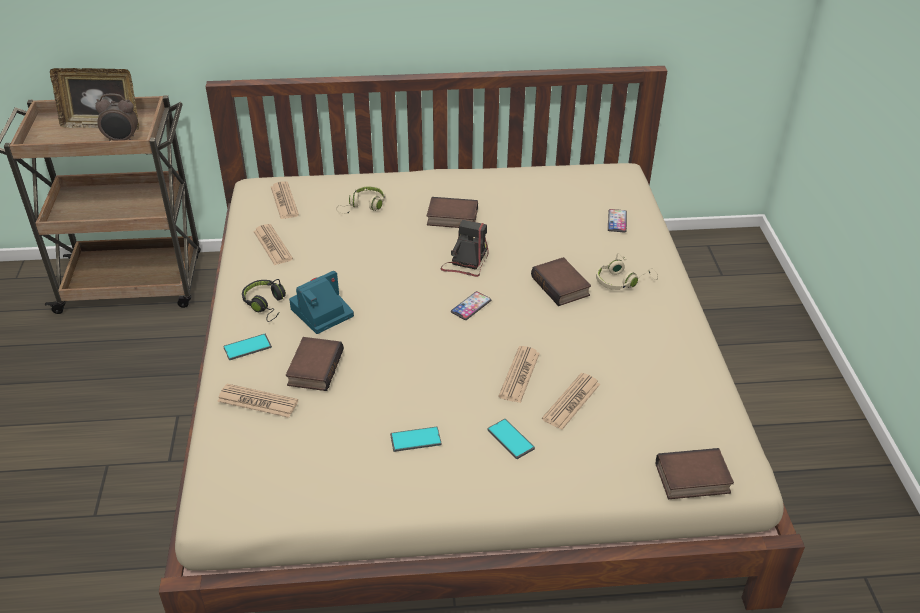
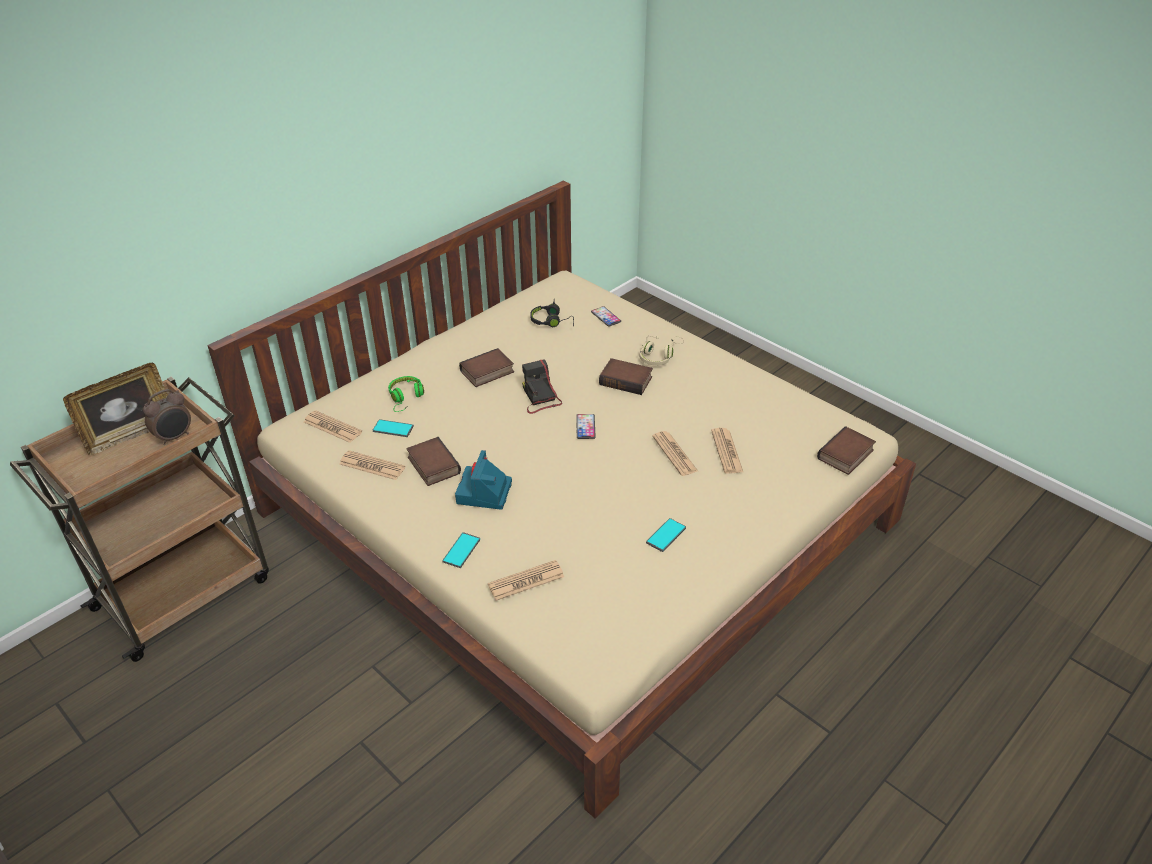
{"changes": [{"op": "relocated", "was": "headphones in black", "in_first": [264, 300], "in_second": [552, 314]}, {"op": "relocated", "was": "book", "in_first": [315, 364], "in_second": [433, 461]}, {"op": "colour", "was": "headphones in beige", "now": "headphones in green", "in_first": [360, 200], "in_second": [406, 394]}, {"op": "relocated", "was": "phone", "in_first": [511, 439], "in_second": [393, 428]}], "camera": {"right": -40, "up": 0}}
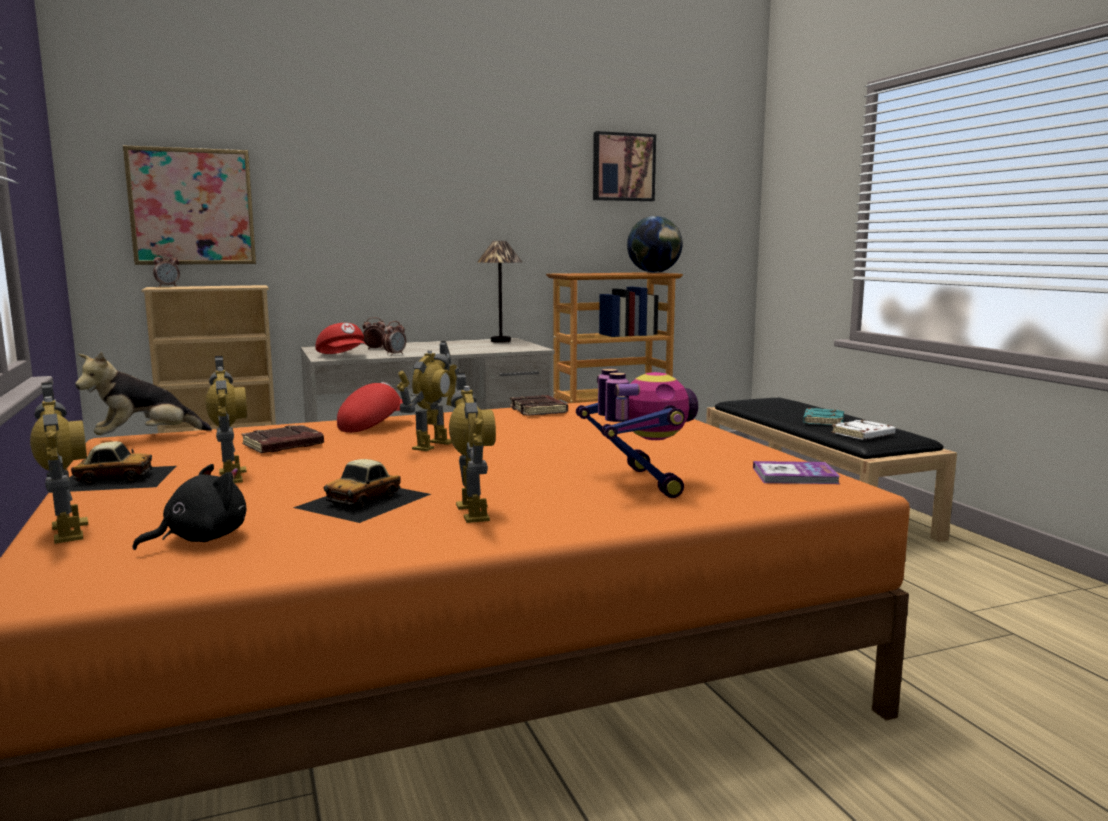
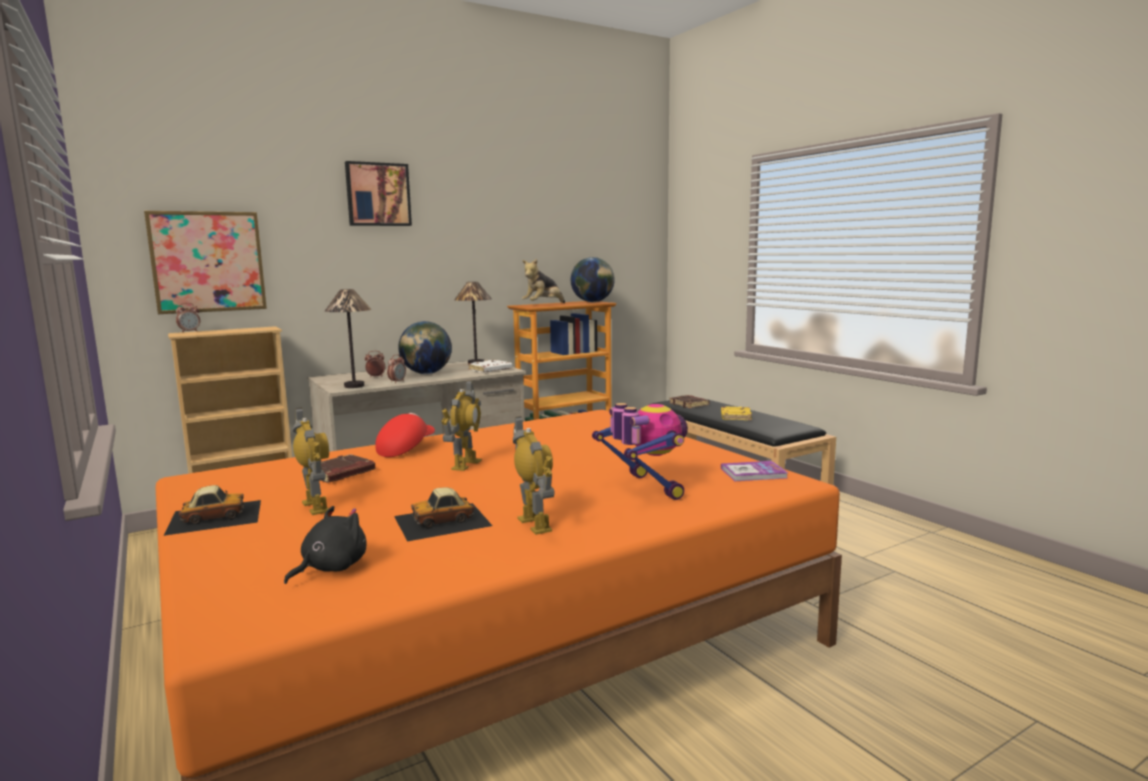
{"changes": [{"op": "missing", "was": "toy robot", "in_first": [59, 463]}, {"op": "relocated", "was": "plush toy", "in_first": [143, 393], "in_second": [543, 281]}, {"op": "spun", "was": "toy car", "in_first": [362, 491], "in_second": [443, 514], "clockwise": 45}, {"op": "exchanged", "was": "cap in red", "now": "table lamp", "in_first": [341, 338], "in_second": [348, 338]}, {"op": "relocated", "was": "book in brown", "in_first": [539, 405], "in_second": [689, 401]}, {"op": "relocated", "was": "picture", "in_first": [624, 166], "in_second": [378, 193]}, {"op": "colour", "was": "book in turquoise", "now": "book in yellow", "in_first": [823, 416], "in_second": [736, 413]}, {"op": "relocated", "was": "book in white", "in_first": [863, 430], "in_second": [490, 366]}, {"op": "appeared", "now": "globe", "in_second": [425, 347]}], "camera": {"right": -10, "up": 0}}
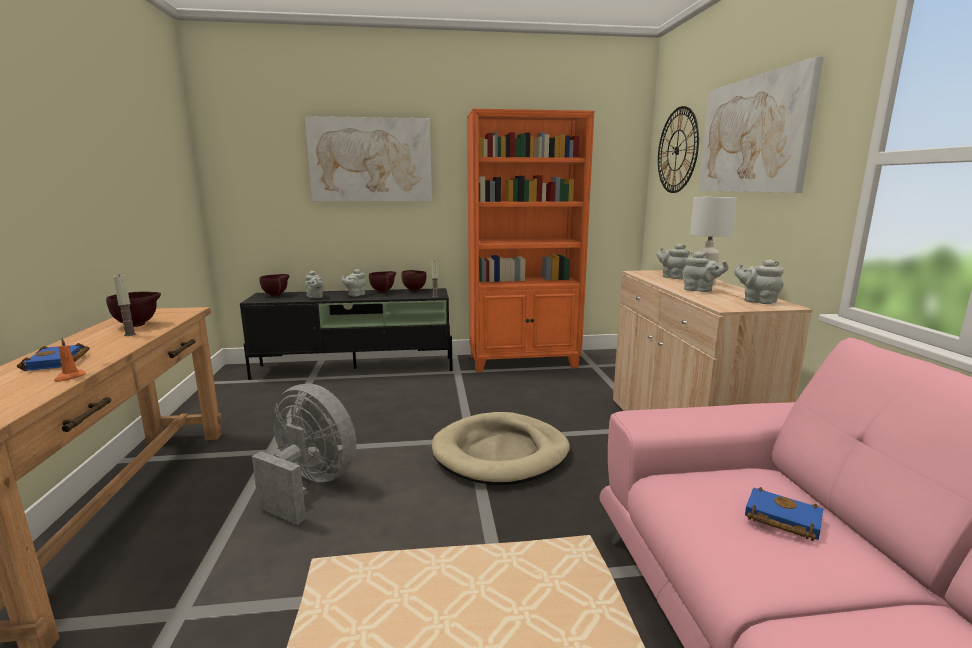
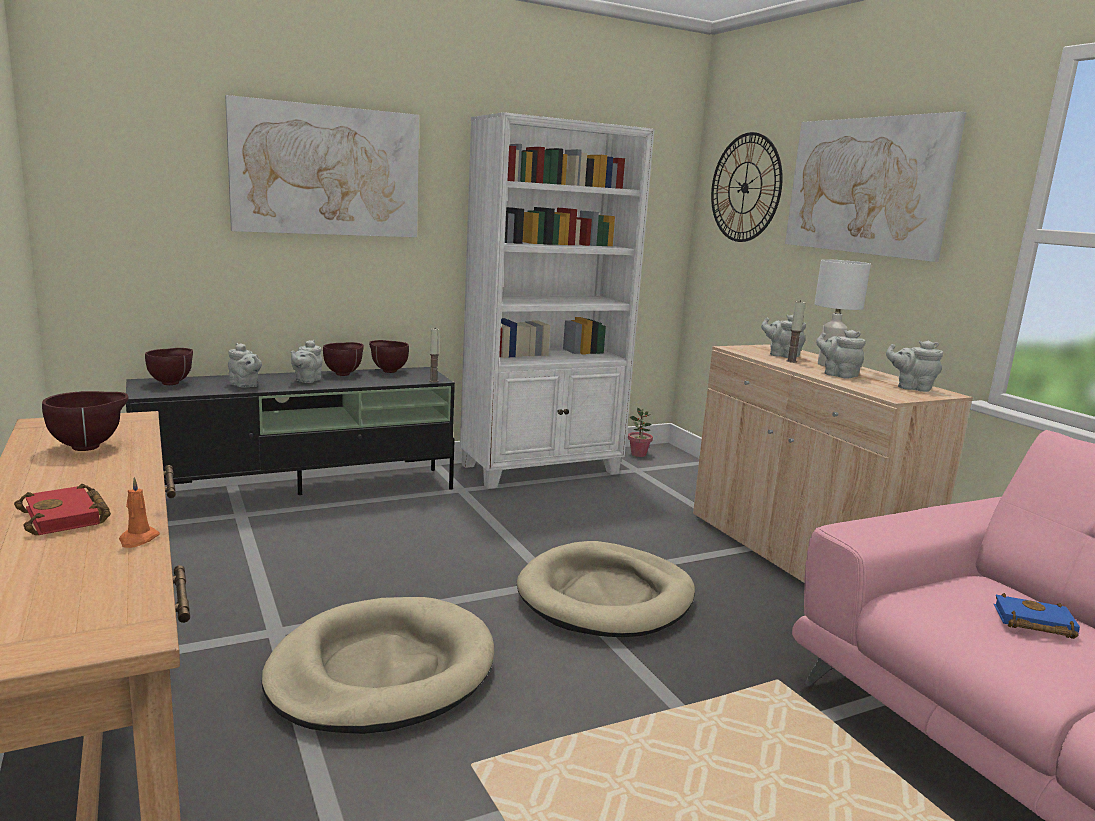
{"changes": [{"op": "colour", "was": "book in blue", "now": "book in red", "in_first": [53, 357], "in_second": [62, 509]}, {"op": "relocated", "was": "candle", "in_first": [124, 305], "in_second": [795, 331]}, {"op": "exchanged", "was": "fan in grey", "now": "dog bed in beige", "in_first": [304, 454], "in_second": [378, 665]}, {"op": "colour", "was": "bookcase in orange", "now": "bookcase in white", "in_first": [530, 240], "in_second": [557, 300]}, {"op": "spun", "was": "teapot in grey", "in_first": [705, 271], "in_second": [840, 354], "clockwise": -150}, {"op": "appeared", "now": "potted plant", "in_second": [640, 432]}], "camera": {"right": -20, "up": 0}}
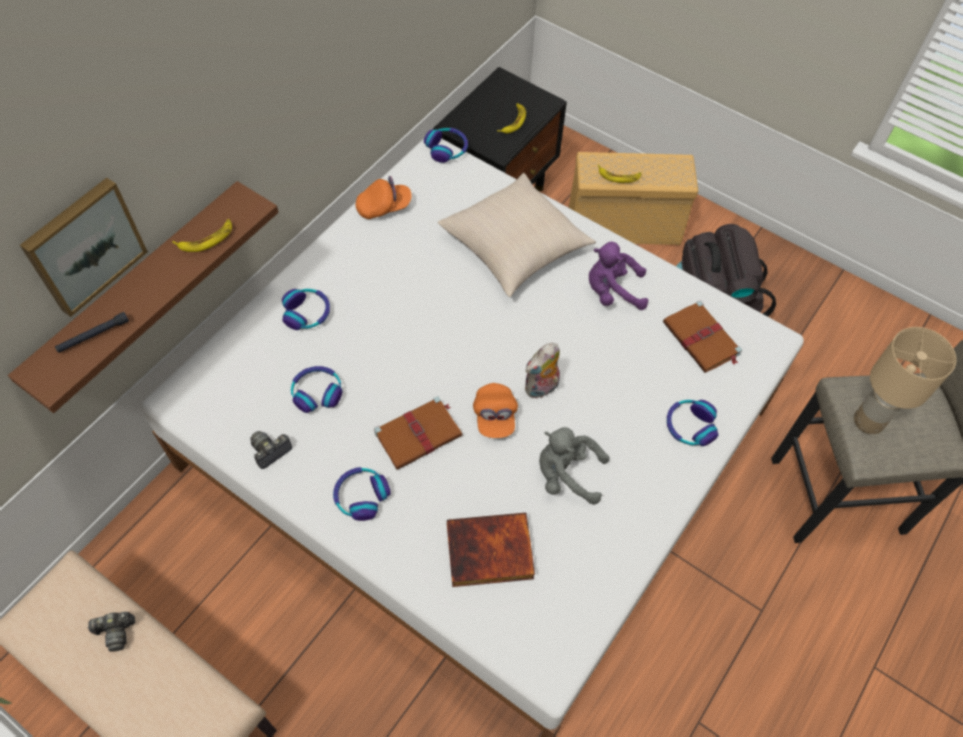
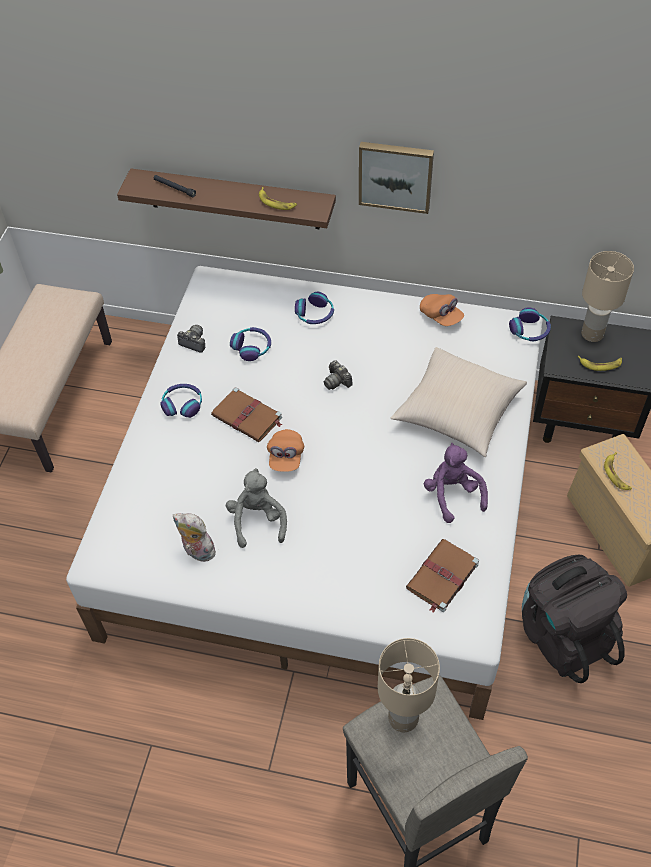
{"changes": [{"op": "relocated", "was": "picture", "in_first": [84, 247], "in_second": [396, 178]}, {"op": "relocated", "was": "photo camera", "in_first": [111, 632], "in_second": [338, 375]}, {"op": "missing", "was": "book", "in_first": [491, 550]}, {"op": "spun", "was": "cap in orange", "in_first": [495, 410], "in_second": [285, 450], "clockwise": -60}, {"op": "relocated", "was": "plush toy", "in_first": [542, 370], "in_second": [194, 537]}, {"op": "missing", "was": "headphones", "in_first": [692, 423]}, {"op": "appeared", "now": "table lamp in beige", "in_second": [607, 296]}], "camera": {"right": 70, "up": -5}}
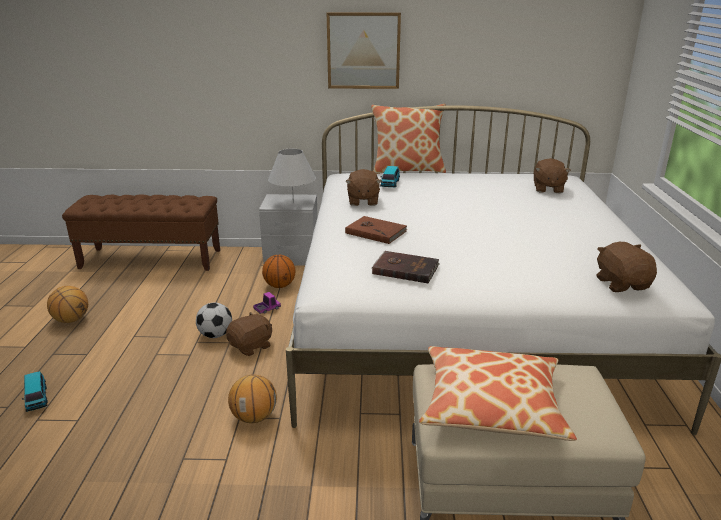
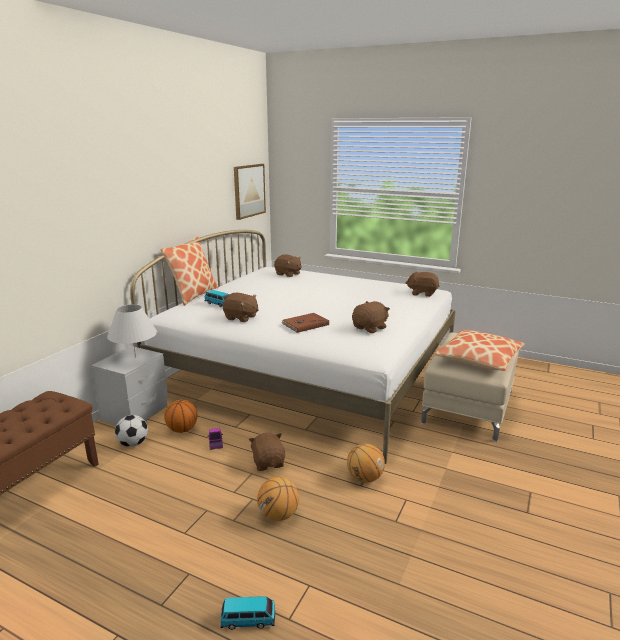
{"changes": [{"op": "relocated", "was": "basketball", "in_first": [67, 304], "in_second": [278, 499]}, {"op": "relocated", "was": "football", "in_first": [214, 320], "in_second": [131, 431]}, {"op": "relocated", "was": "picture", "in_first": [364, 50], "in_second": [250, 192]}, {"op": "exchanged", "was": "book in brown", "now": "plush toy in brown", "in_first": [406, 267], "in_second": [371, 317]}], "camera": {"right": -65, "up": -5}}
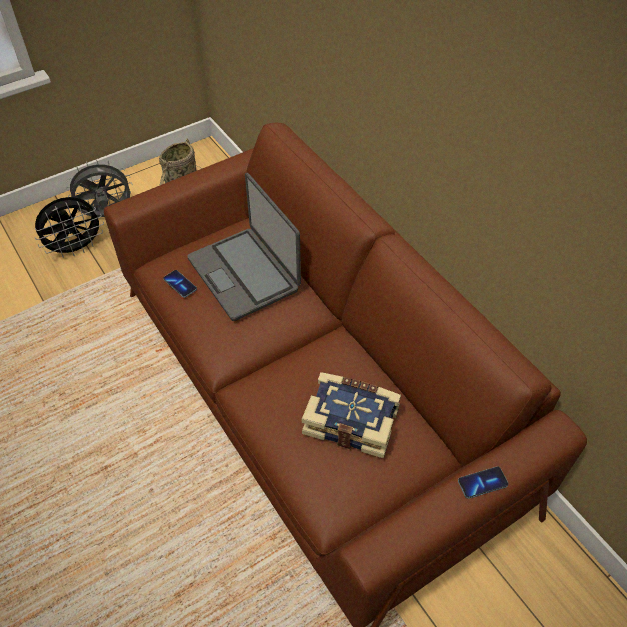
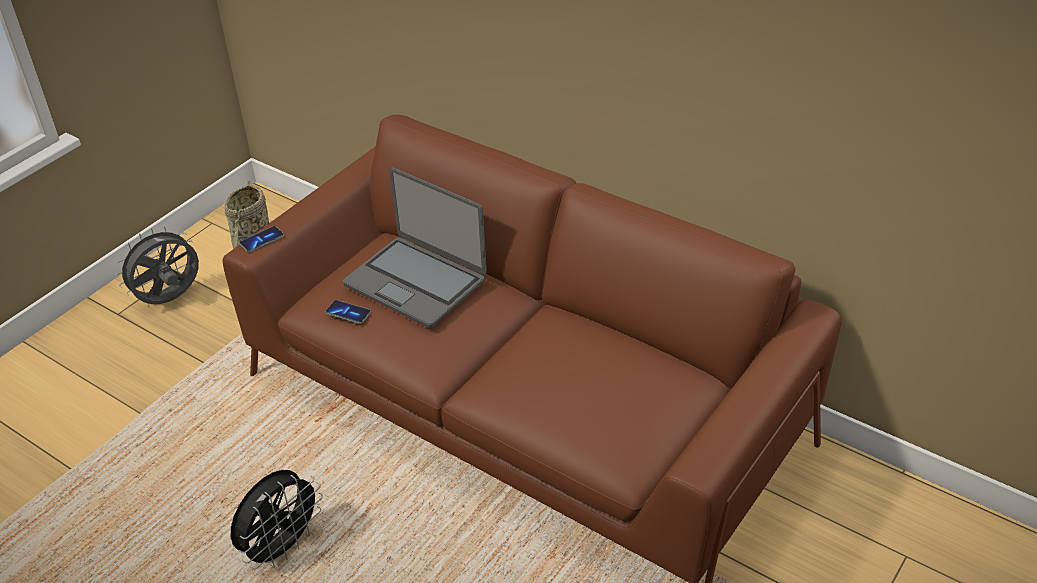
{"changes": [{"op": "relocated", "was": "fan in black", "in_first": [69, 227], "in_second": [277, 520]}, {"op": "missing", "was": "book", "in_first": [351, 415]}, {"op": "relocated", "was": "phone", "in_first": [483, 482], "in_second": [262, 239]}], "camera": {"right": -20, "up": -10}}
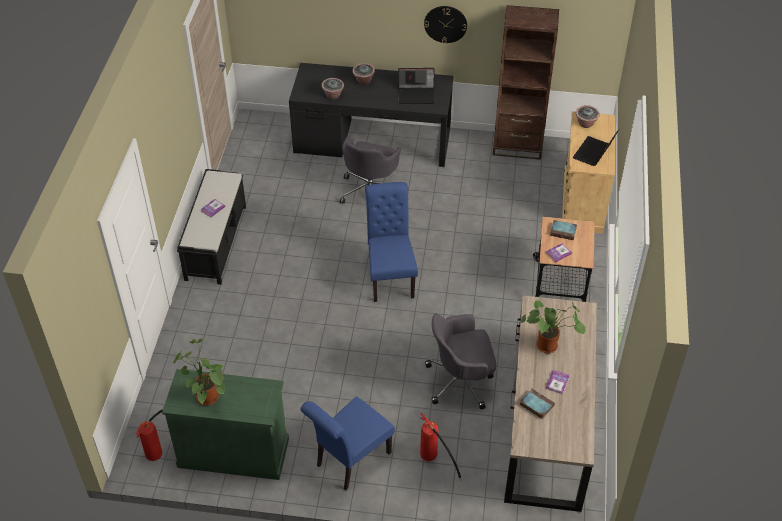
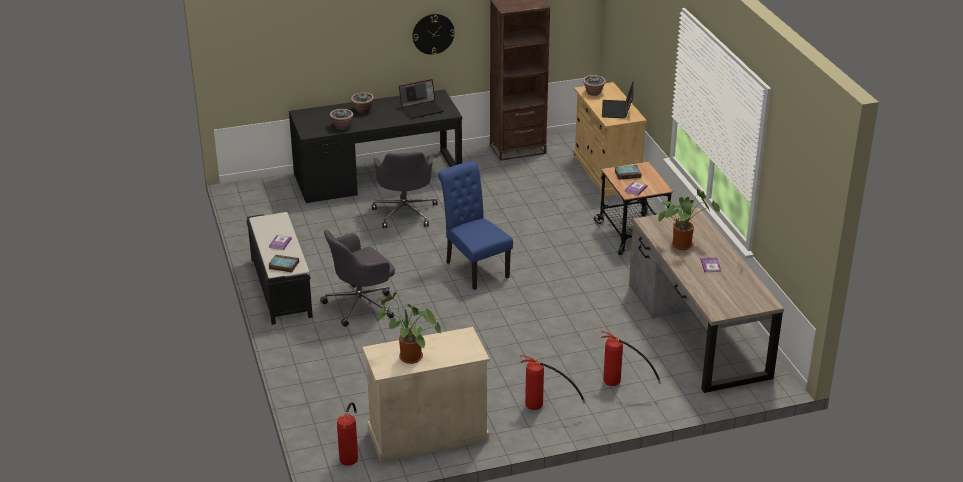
{"changes": [{"op": "colour", "was": "cabinet in green", "now": "cabinet in beige", "in_first": [225, 424], "in_second": [426, 395]}, {"op": "exchanged", "was": "chair in blue", "now": "fire extinguisher", "in_first": [347, 443], "in_second": [553, 382]}, {"op": "relocated", "was": "office chair in grey", "in_first": [460, 361], "in_second": [357, 278]}, {"op": "relocated", "was": "book", "in_first": [537, 404], "in_second": [283, 263]}], "camera": {"right": -25, "up": -15}}
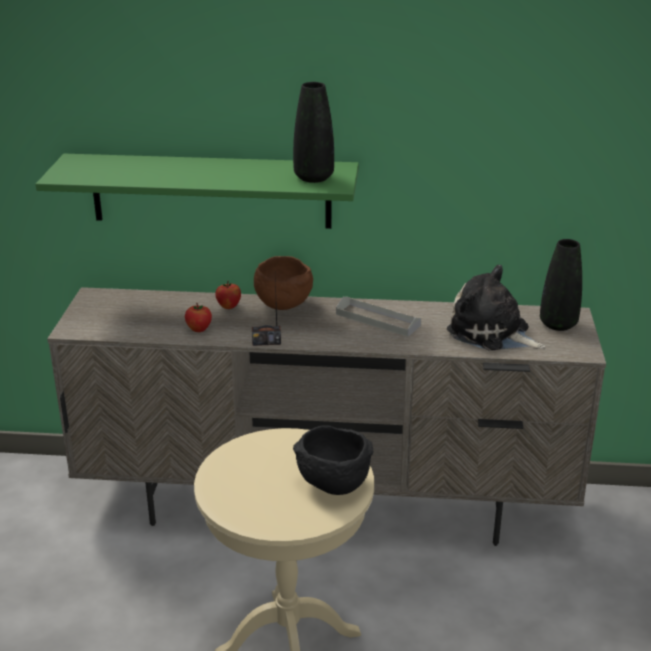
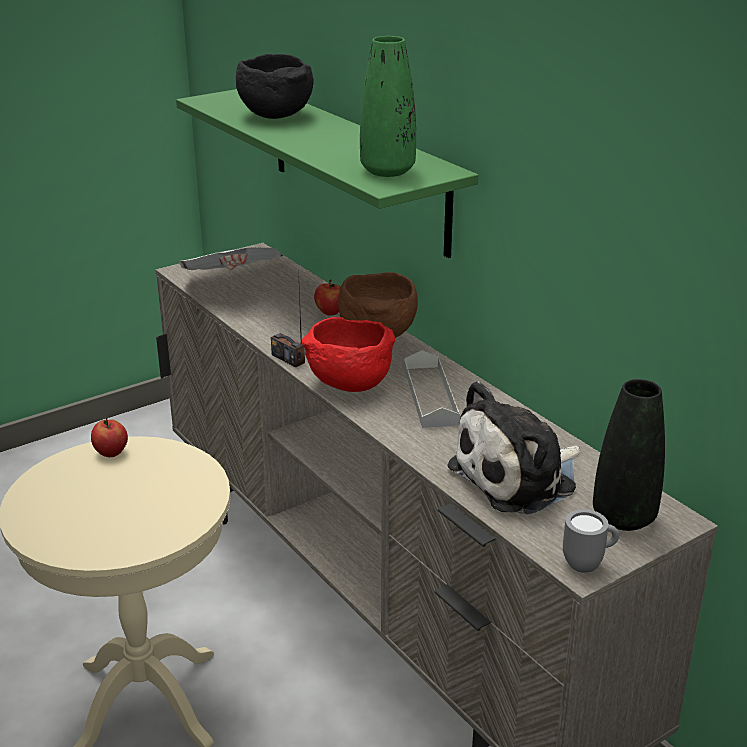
{"changes": [{"op": "relocated", "was": "apple", "in_first": [198, 317], "in_second": [109, 437]}, {"op": "colour", "was": "vase in black", "now": "vase in green", "in_first": [313, 132], "in_second": [388, 106]}, {"op": "relocated", "was": "bowl in black", "in_first": [333, 460], "in_second": [275, 86]}, {"op": "spun", "was": "plush toy", "in_first": [496, 308], "in_second": [514, 447], "clockwise": -120}, {"op": "appeared", "now": "newspaper", "in_second": [230, 258]}, {"op": "appeared", "now": "bowl in red", "in_second": [348, 354]}, {"op": "appeared", "now": "mug in grey", "in_second": [591, 541]}], "camera": {"right": 50, "up": 0}}
